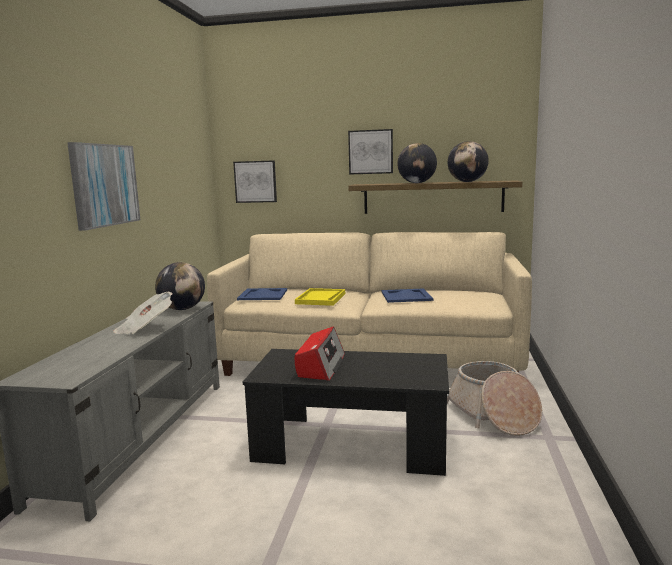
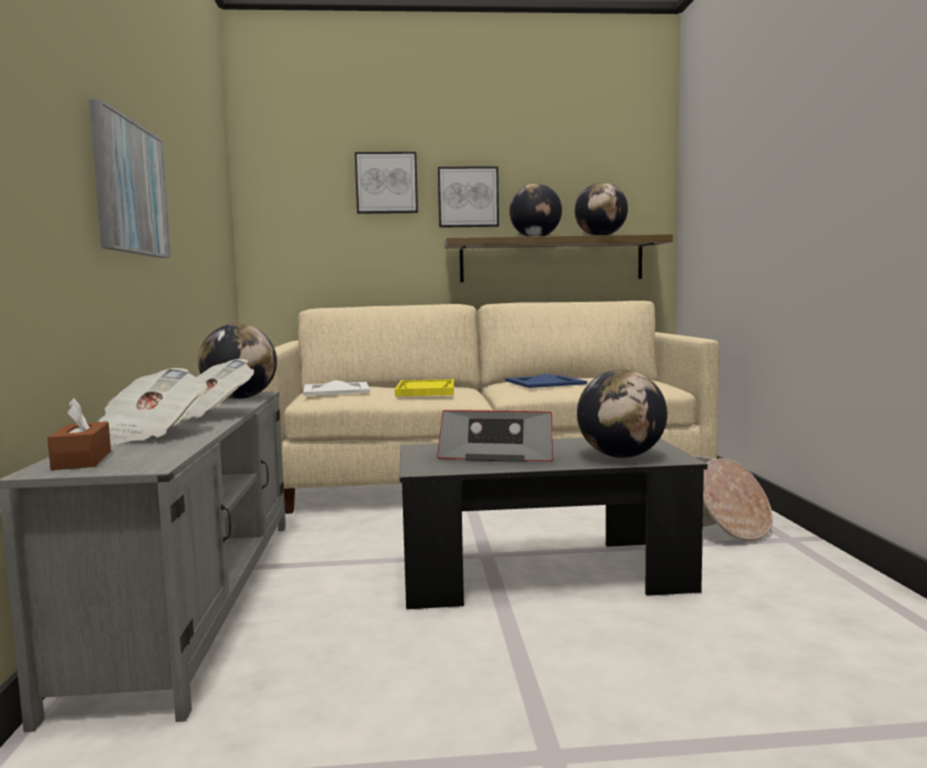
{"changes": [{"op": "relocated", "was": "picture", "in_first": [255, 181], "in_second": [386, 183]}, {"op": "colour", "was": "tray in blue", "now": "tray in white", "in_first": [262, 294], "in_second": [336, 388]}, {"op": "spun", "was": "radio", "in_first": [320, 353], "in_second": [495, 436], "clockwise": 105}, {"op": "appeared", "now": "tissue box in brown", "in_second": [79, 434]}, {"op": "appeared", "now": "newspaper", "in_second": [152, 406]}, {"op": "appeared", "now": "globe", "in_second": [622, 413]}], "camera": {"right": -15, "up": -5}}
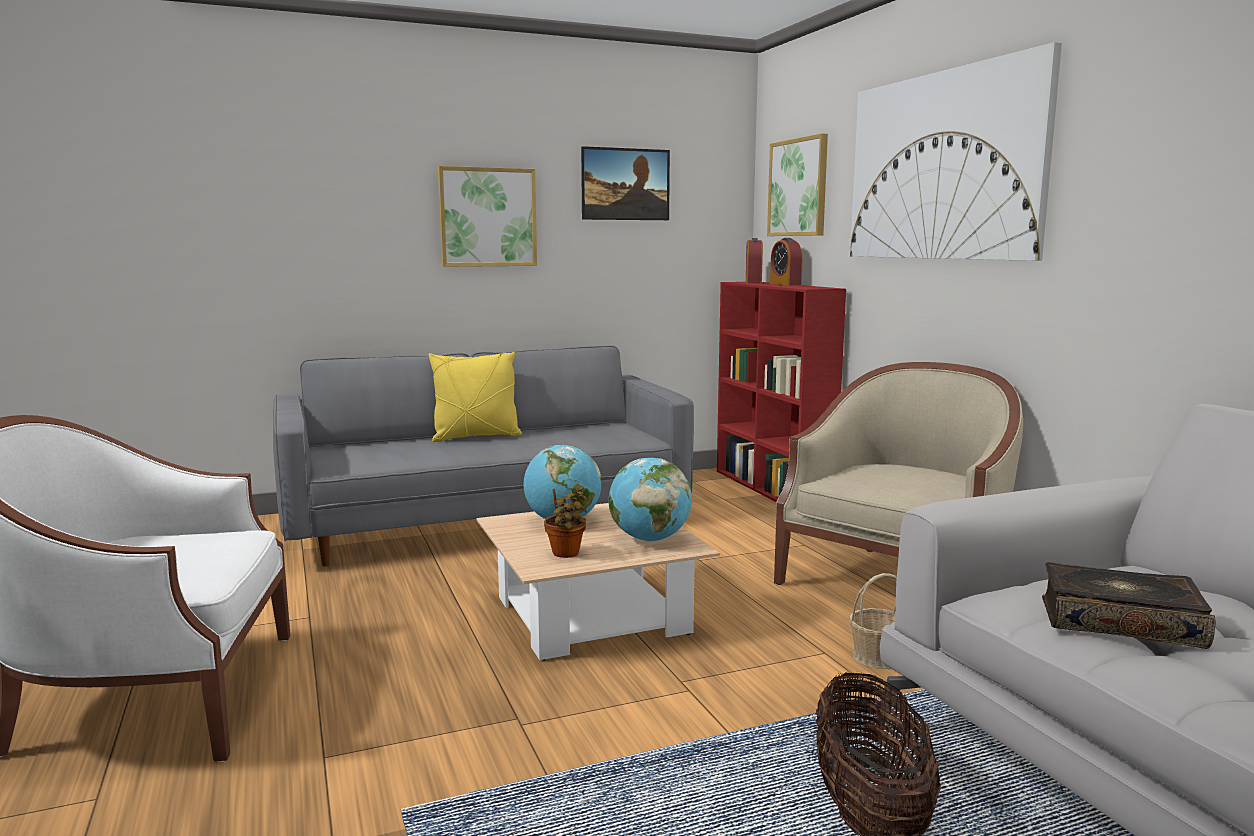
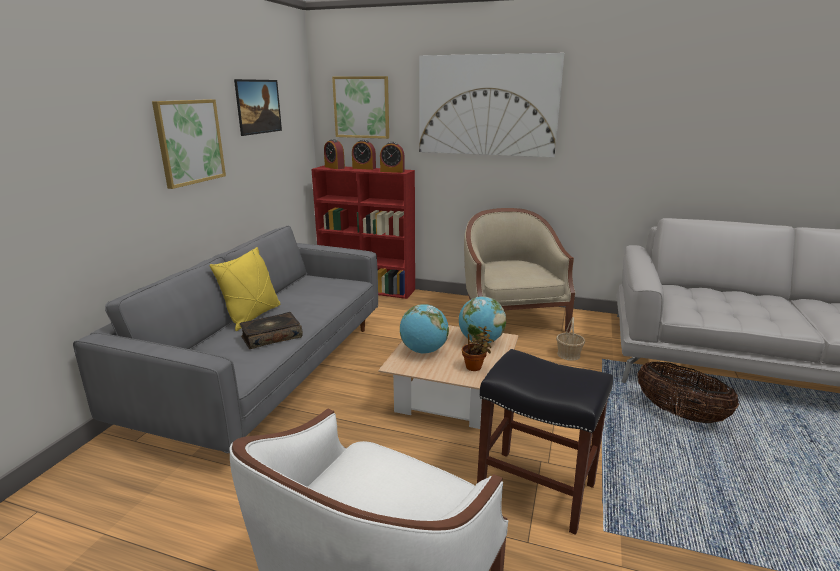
{"changes": [{"op": "relocated", "was": "book", "in_first": [1128, 605], "in_second": [271, 330]}, {"op": "appeared", "now": "alarm clock", "in_second": [392, 157]}, {"op": "appeared", "now": "stool in black", "in_second": [545, 442]}], "camera": {"right": -50, "up": 10}}
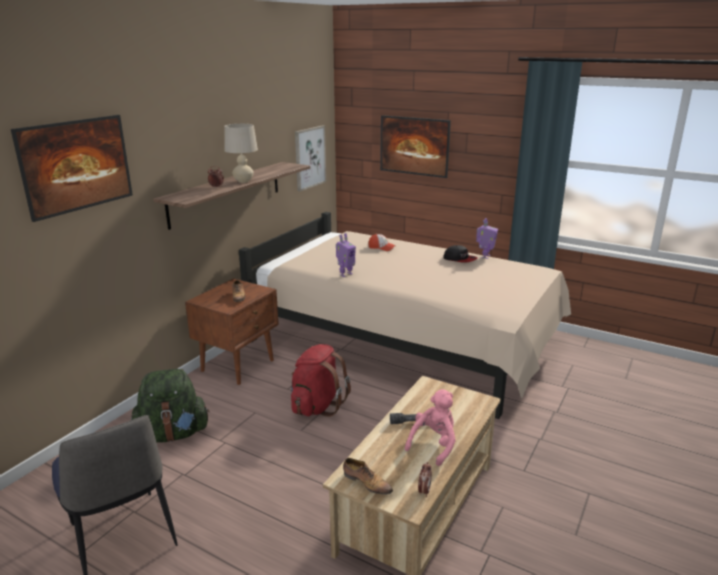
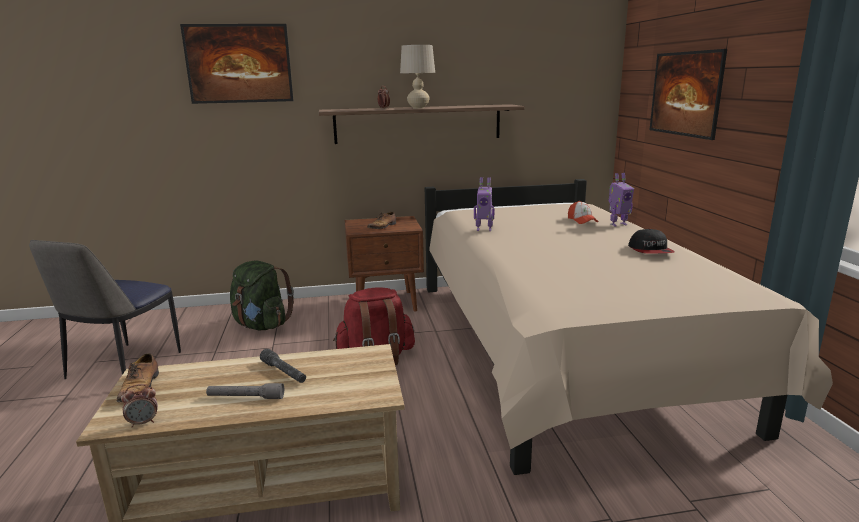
{"changes": [{"op": "missing", "was": "picture", "in_first": [310, 158]}, {"op": "exchanged", "was": "plush toy in pink", "now": "flashlight in grey", "in_first": [430, 427], "in_second": [245, 391]}, {"op": "relocated", "was": "toy robot", "in_first": [487, 238], "in_second": [621, 199]}], "camera": {"right": 50, "up": -5}}
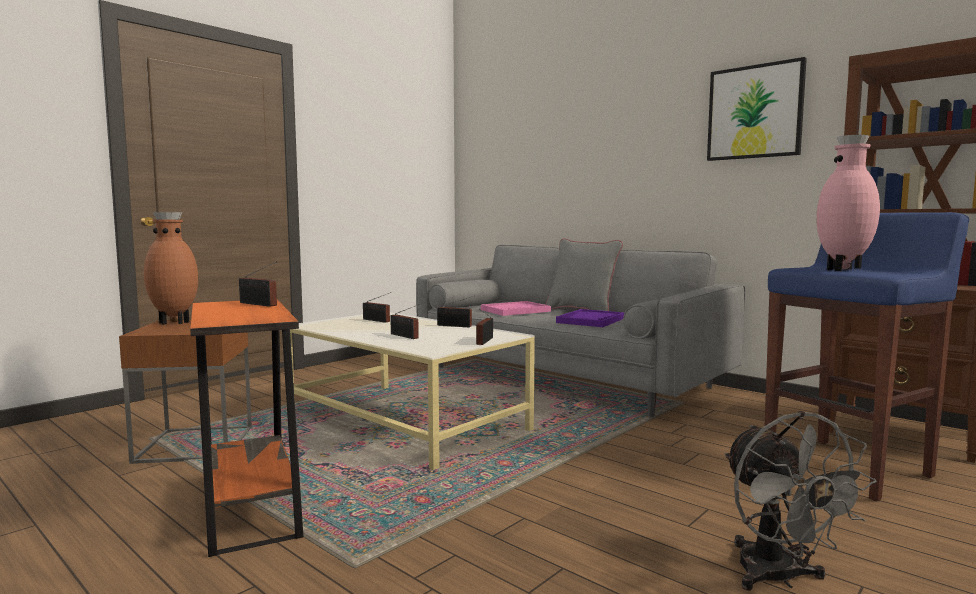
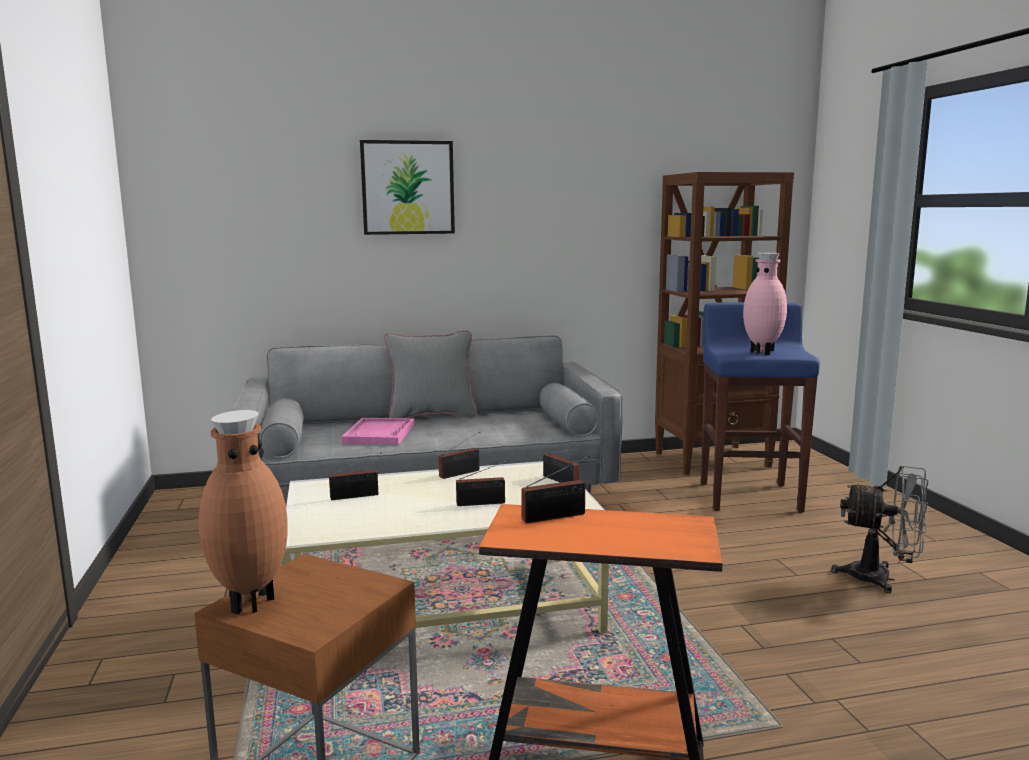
{"changes": [{"op": "missing", "was": "tray in purple", "in_first": [590, 318]}, {"op": "relocated", "was": "picture", "in_first": [757, 109], "in_second": [407, 187]}], "camera": {"right": -55, "up": 5}}
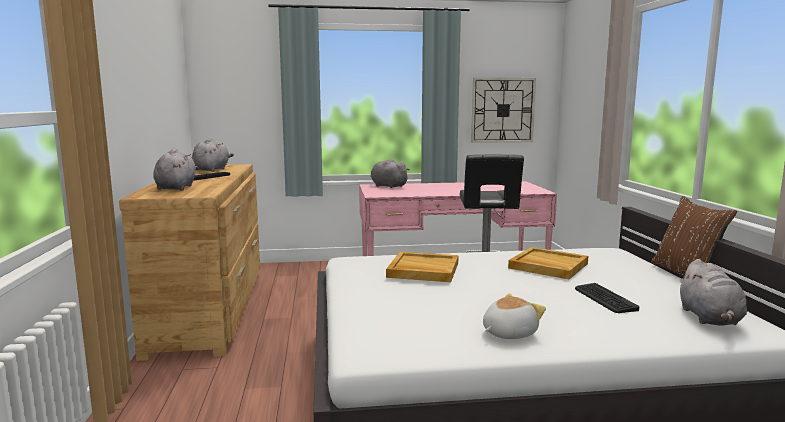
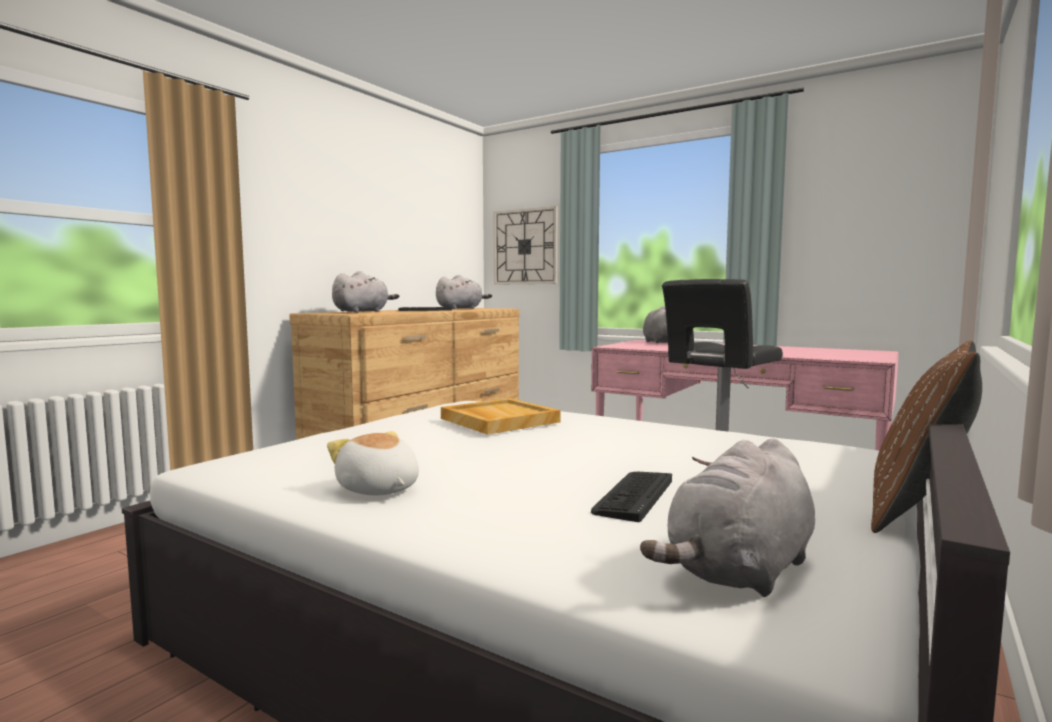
{"changes": [{"op": "relocated", "was": "wall clock", "in_first": [503, 110], "in_second": [525, 245]}, {"op": "spun", "was": "plush toy", "in_first": [514, 316], "in_second": [373, 463], "clockwise": -135}, {"op": "missing", "was": "tray in beige", "in_first": [548, 263]}], "camera": {"right": 40, "up": -5}}
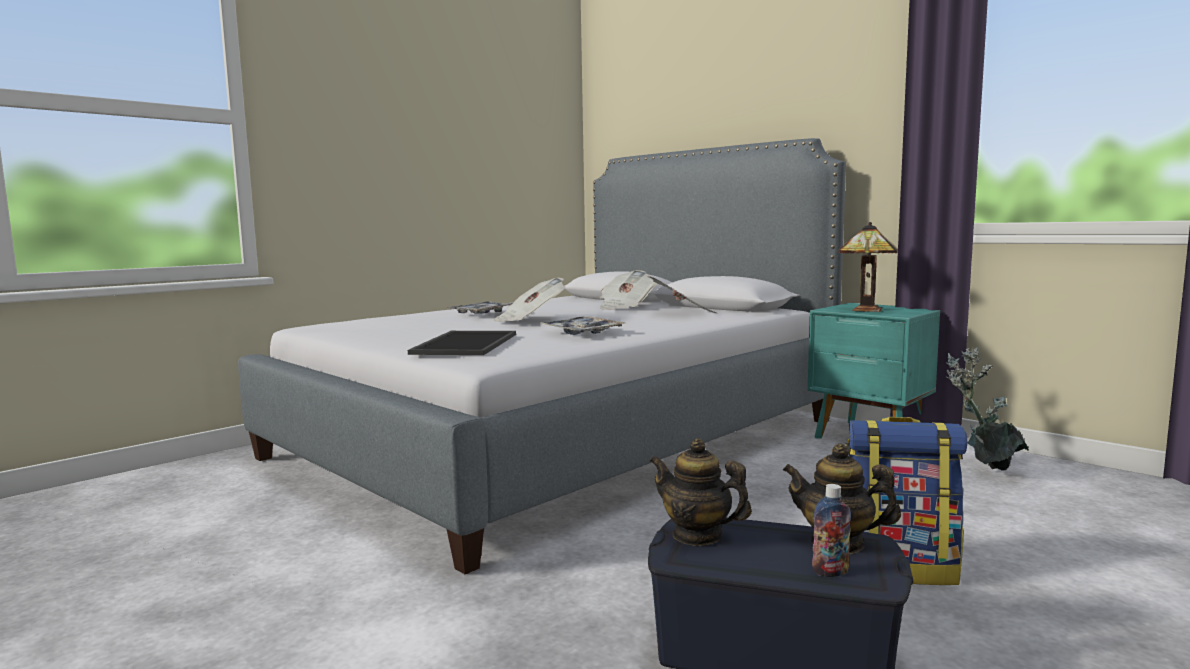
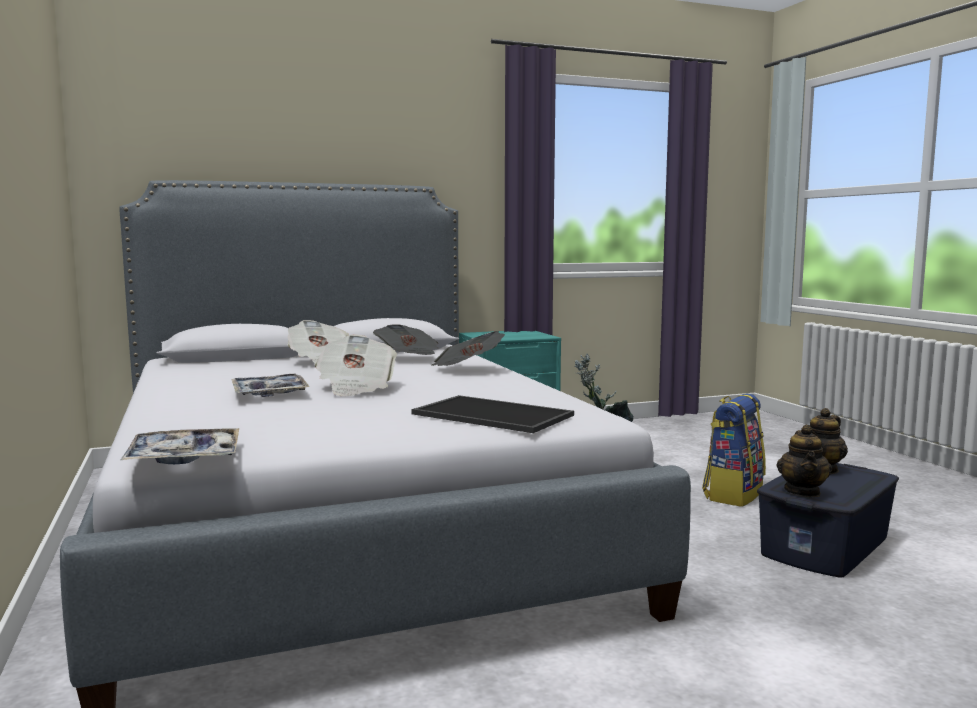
{"changes": [{"op": "relocated", "was": "tray", "in_first": [581, 326], "in_second": [179, 446]}, {"op": "spun", "was": "teapot", "in_first": [701, 492], "in_second": [804, 461], "clockwise": -45}, {"op": "missing", "was": "bottle", "in_first": [831, 530]}, {"op": "missing", "was": "table lamp", "in_first": [868, 267]}, {"op": "appeared", "now": "newspaper", "in_second": [468, 348]}], "camera": {"right": -65, "up": 0}}
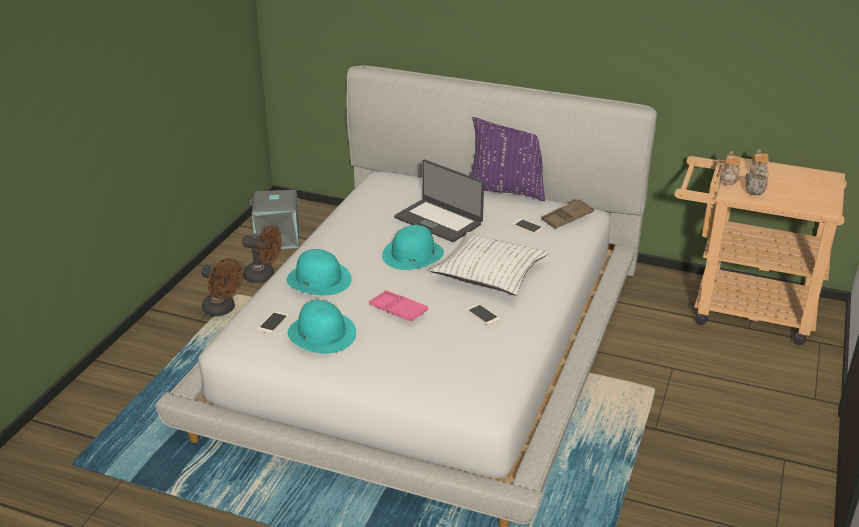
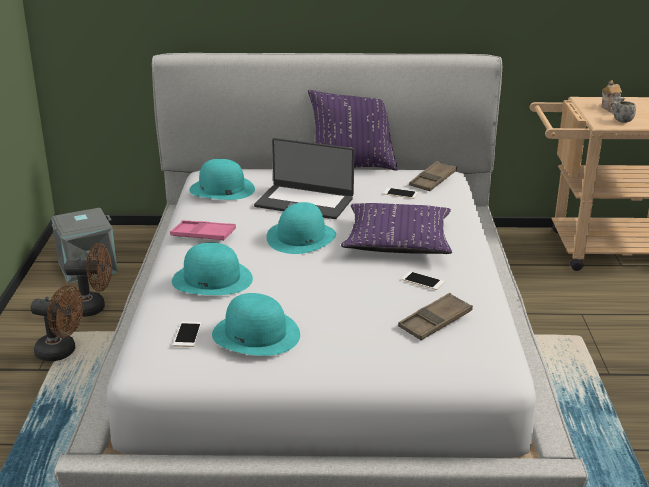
{"changes": [{"op": "relocated", "was": "tray in pink", "in_first": [398, 305], "in_second": [203, 230]}, {"op": "colour", "was": "pillow in white", "now": "pillow in purple", "in_first": [489, 263], "in_second": [396, 228]}, {"op": "missing", "was": "teapot", "in_first": [730, 168]}, {"op": "appeared", "now": "hat in turquoise", "in_second": [222, 179]}, {"op": "appeared", "now": "tray in brown", "in_second": [435, 316]}], "camera": {"right": -20, "up": -5}}
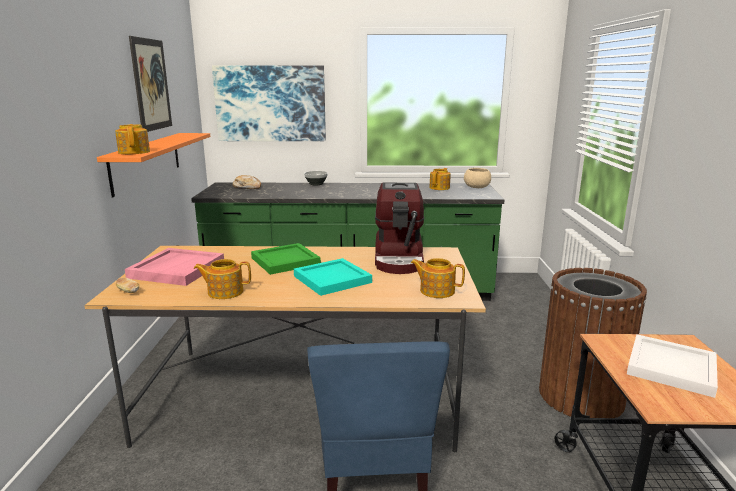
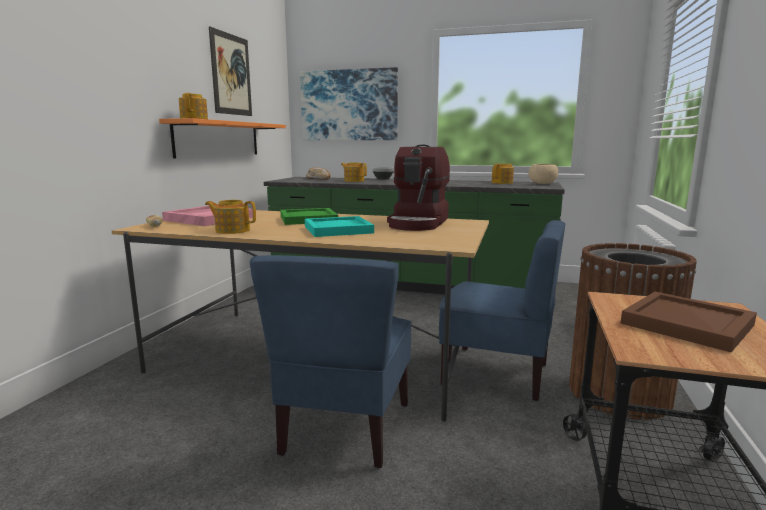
{"changes": [{"op": "relocated", "was": "teapot", "in_first": [438, 278], "in_second": [354, 172]}, {"op": "colour", "was": "tray in white", "now": "tray in brown", "in_first": [672, 366], "in_second": [688, 322]}, {"op": "appeared", "now": "chair in blue", "in_second": [502, 310]}], "camera": {"right": 15, "up": -5}}
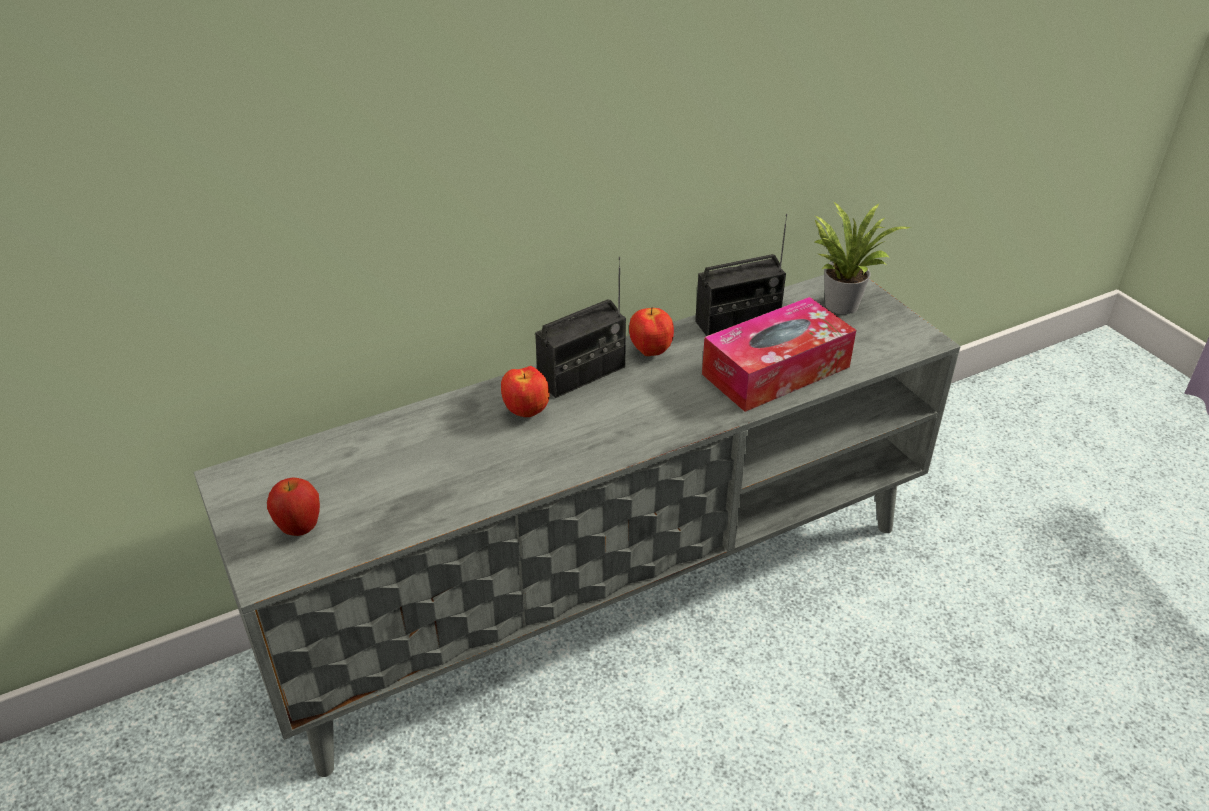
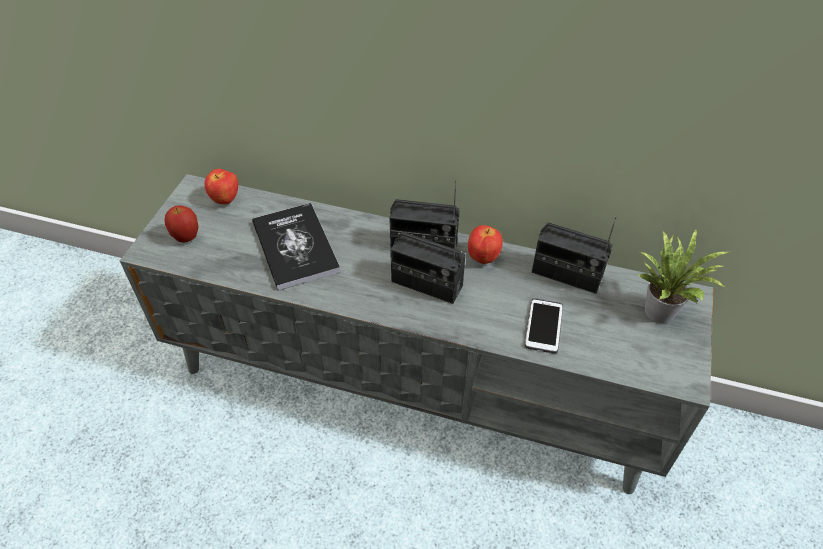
{"changes": [{"op": "relocated", "was": "apple", "in_first": [525, 391], "in_second": [221, 186]}, {"op": "exchanged", "was": "tissue box", "now": "phone", "in_first": [779, 354], "in_second": [544, 326]}, {"op": "appeared", "now": "book", "in_second": [296, 247]}, {"op": "appeared", "now": "radio", "in_second": [428, 265]}], "camera": {"right": 45, "up": 10}}
